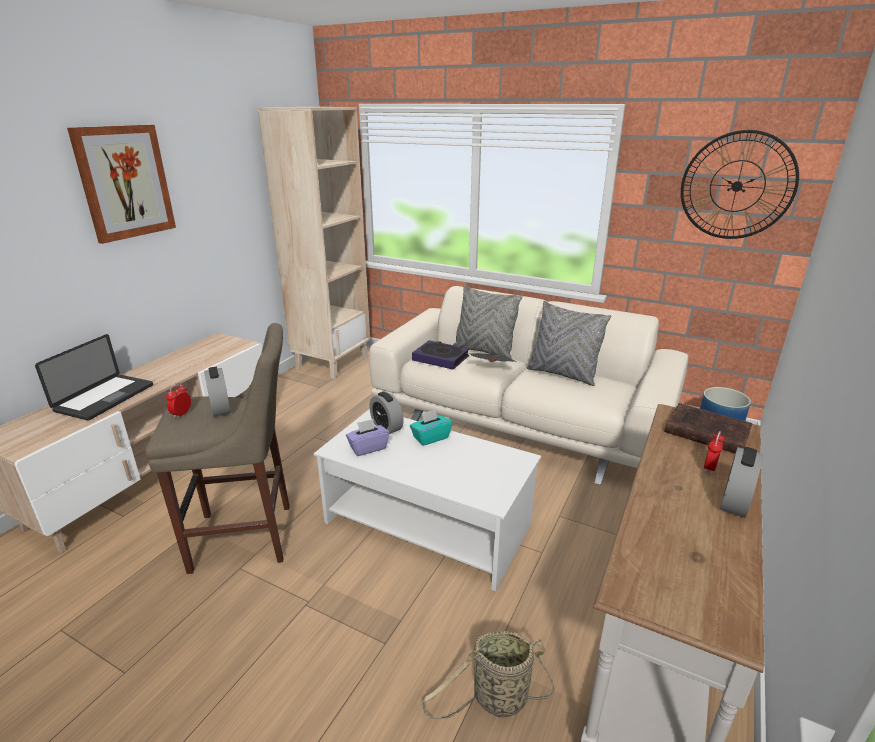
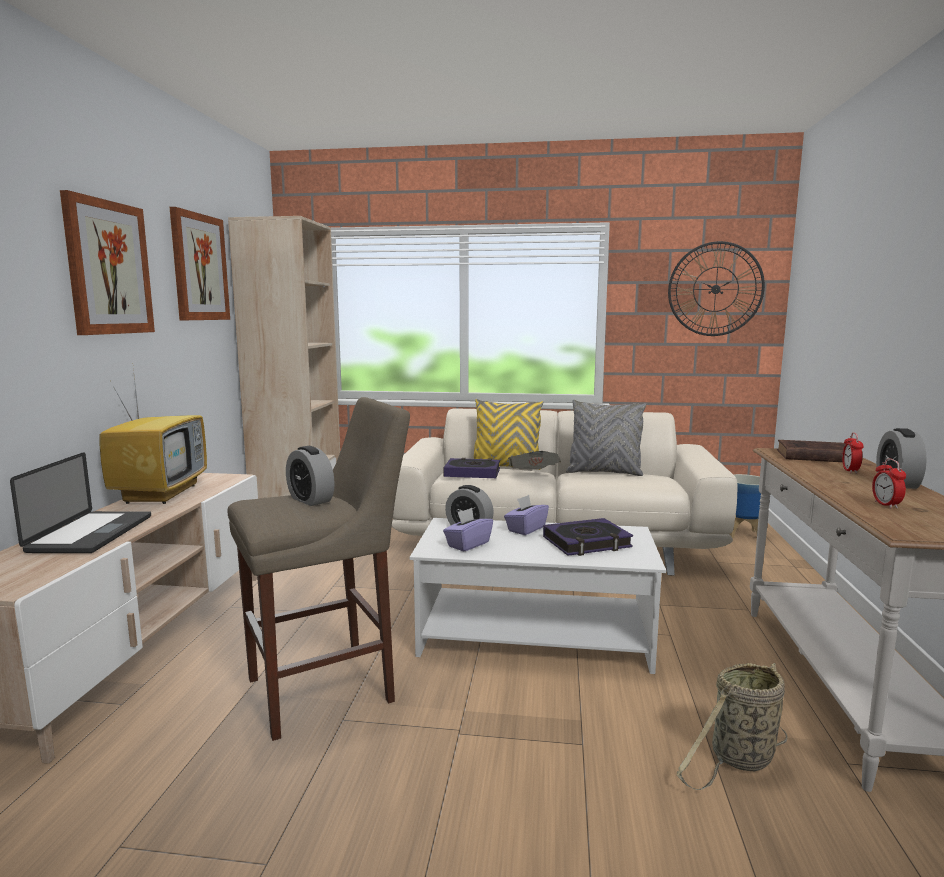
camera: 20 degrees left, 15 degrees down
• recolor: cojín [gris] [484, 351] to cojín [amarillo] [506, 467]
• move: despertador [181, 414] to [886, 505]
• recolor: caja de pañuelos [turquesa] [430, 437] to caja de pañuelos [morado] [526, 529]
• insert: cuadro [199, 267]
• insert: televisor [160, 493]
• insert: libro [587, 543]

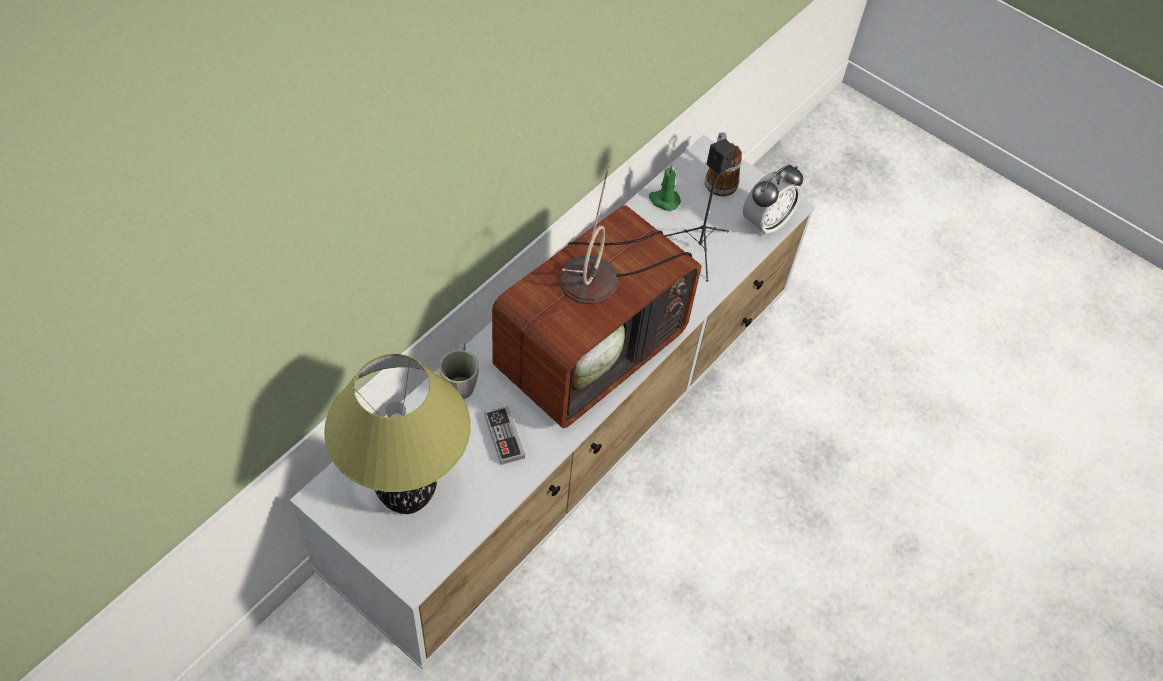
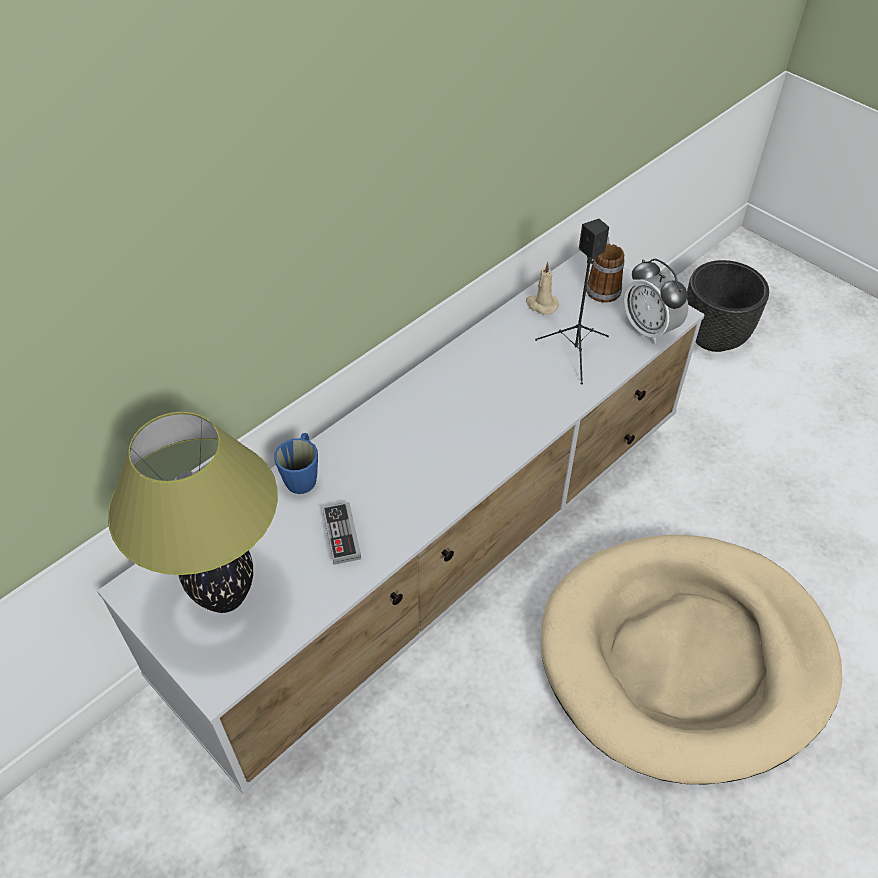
camera: 10 degrees right, 5 degrees down
• delete: televisor [590, 347]
• recolor: vela [verde] [663, 200] to vela [beis] [541, 304]
• rotate: despertador [766, 223] = [649, 329] 90 degrees clockwise
• recolor: taza grande [gris] [460, 381] to taza grande [azul] [302, 475]
• insert: maceta [negro] [714, 337]
• insert: cama para perro [beis] [685, 658]

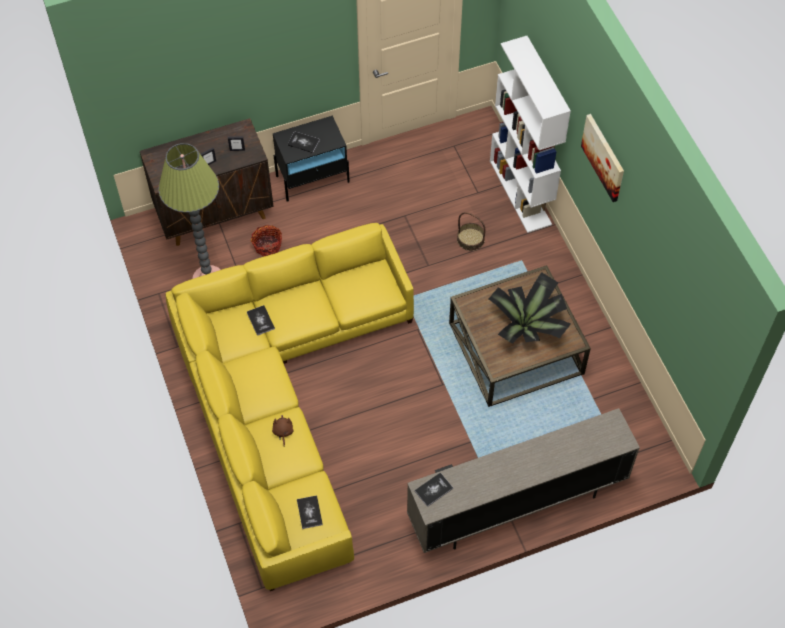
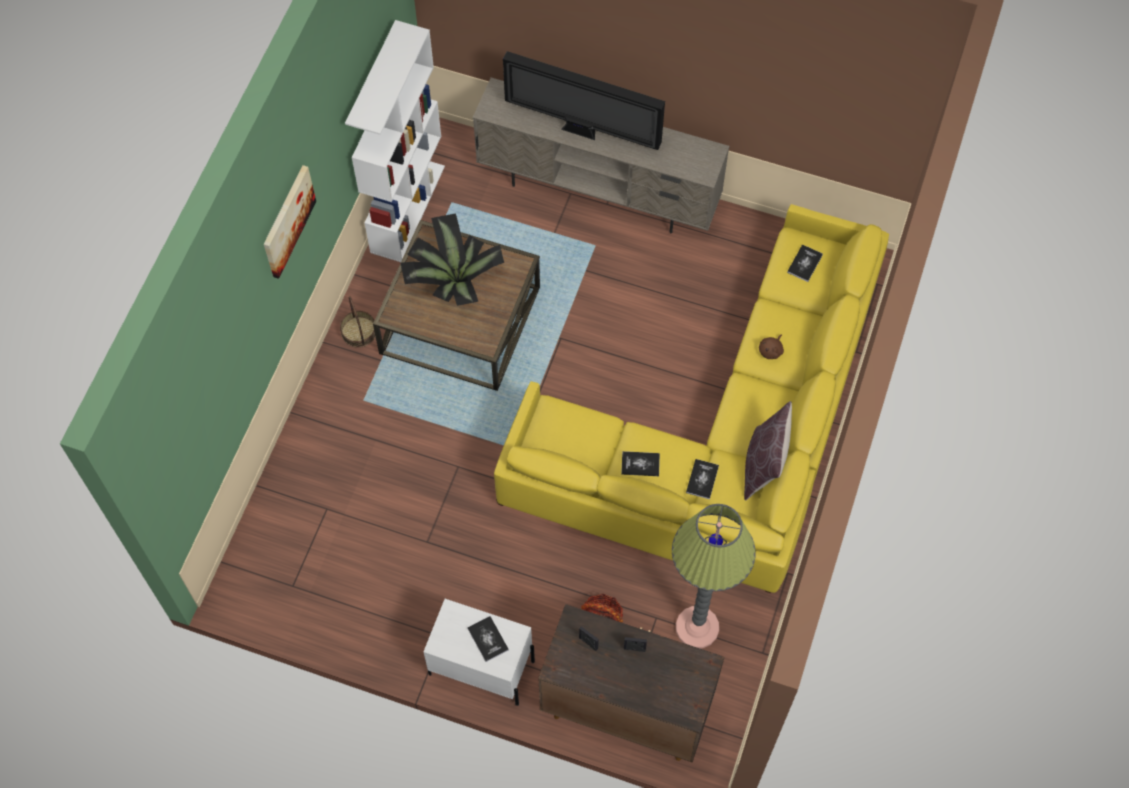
camera: 140 degrees left, 5 degrees up
• move: estantería [blanco] [521, 193] to [407, 208]
• recolor: mesita de noche [negro] [313, 179] to mesita de noche [blanco] [481, 667]
• move: cesta [470, 239] to [359, 332]
• move: libro [433, 490] to [640, 464]
• insert: televisor [582, 131]
• insert: cojín [marrón] [763, 465]

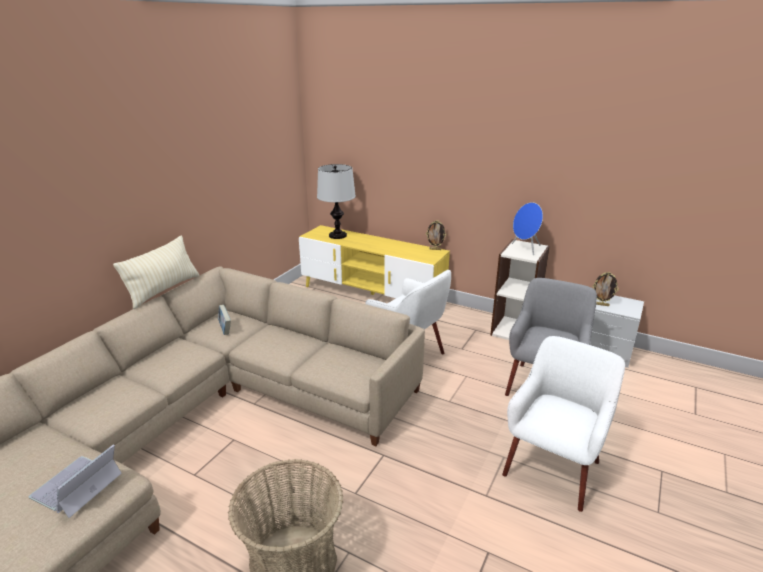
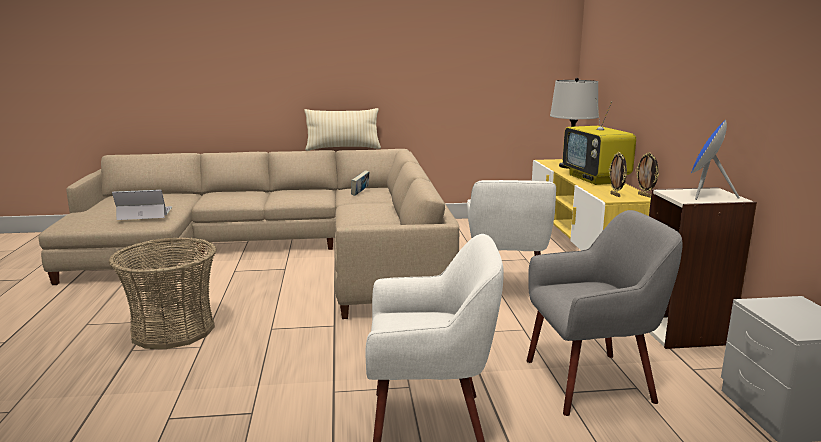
camera: 55 degrees right, 10 degrees down
• move: portarretratos [601, 304] to [616, 195]
• insert: televisor [596, 179]

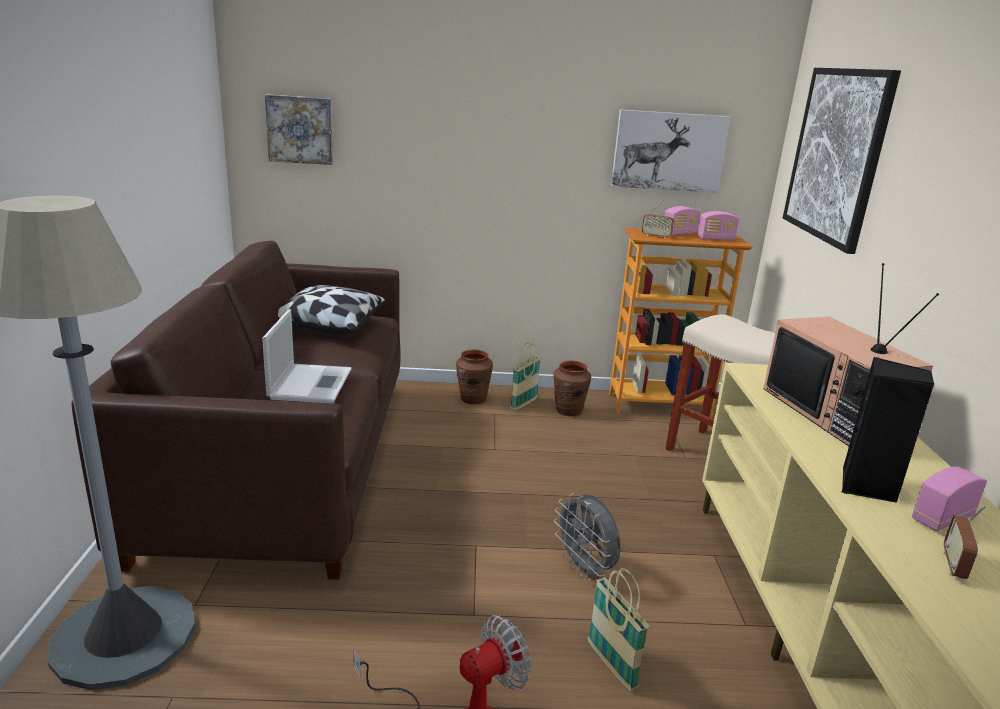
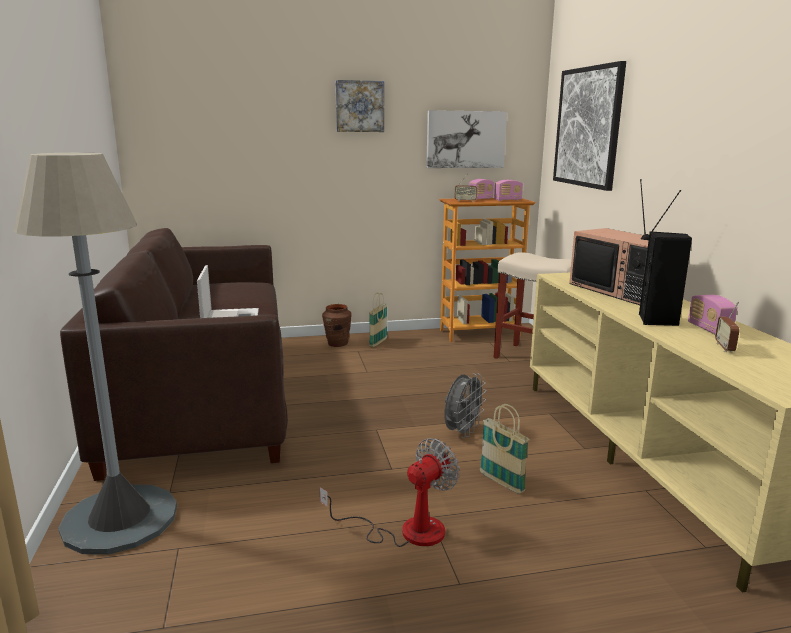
camera: 10 degrees left, 5 degrees down
• move: cuadro [300, 129] to [359, 106]
• delete: cojín [326, 326]
• delete: florero [marrón] [568, 411]
• rotate: radio [942, 518] = [709, 329] 60 degrees counterclockwise
• rotate: ventilador [gris] [585, 569] = [462, 432] 105 degrees counterclockwise

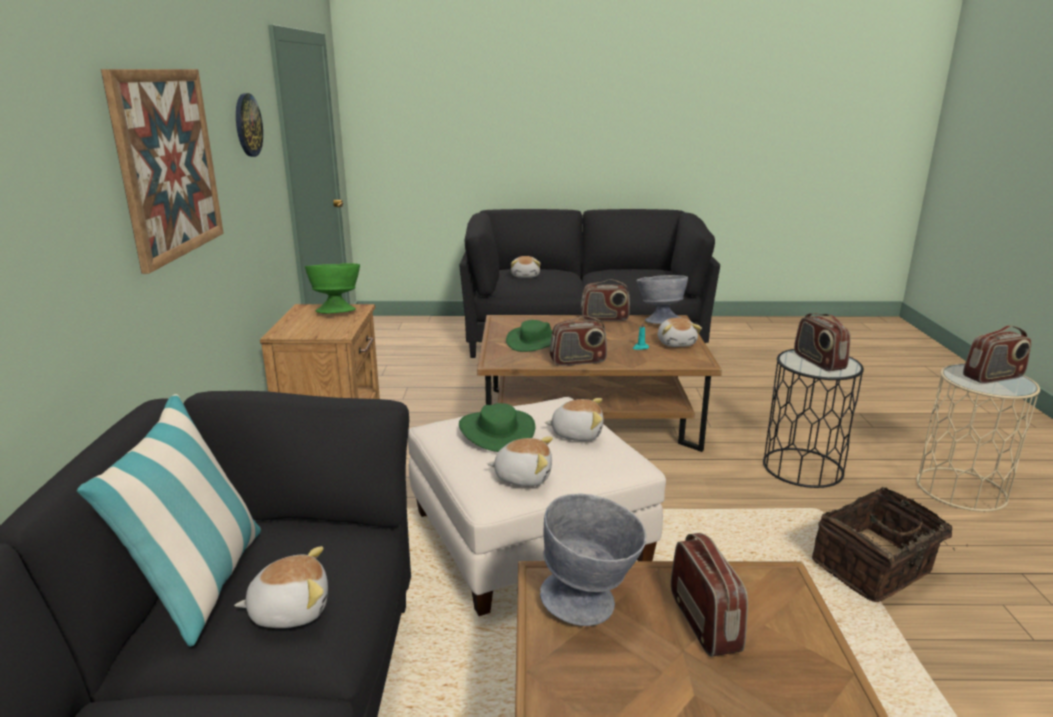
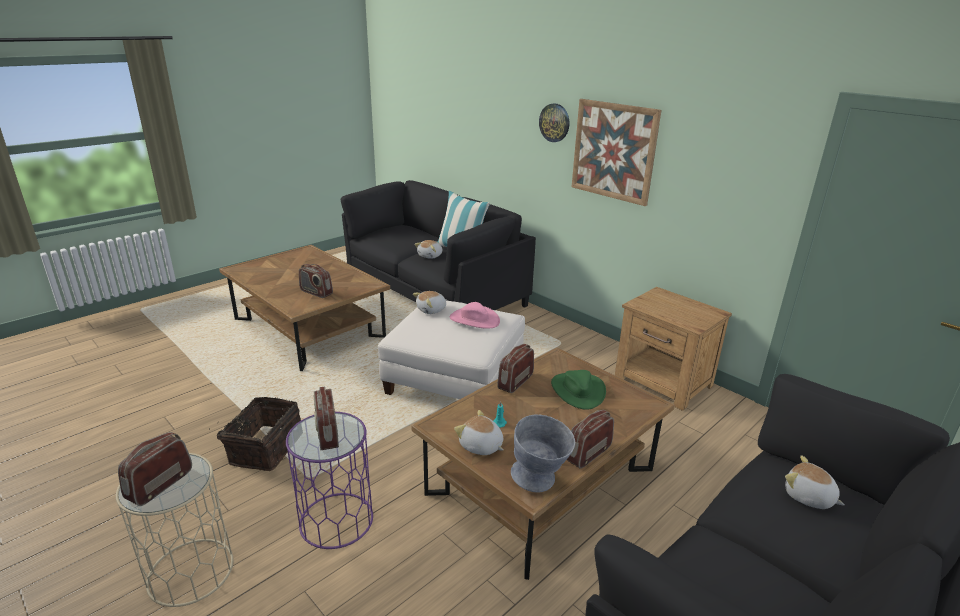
camera: 135 degrees right, 5 degrees up
• move: reloj de pared [247, 125] to [554, 122]
• delete: cuenco [verde] [337, 311]
• rotate: radio [818, 362] = [327, 434] 135 degrees counterclockwise
• recolor: mesa auxiliar [negro] [803, 468] to mesa auxiliar [morado] [336, 520]
• delete: peluche [577, 433]
• recolor: sombrero [verde] [497, 431] to sombrero [rosa] [474, 320]
• delete: cuenco [gris] [591, 604]

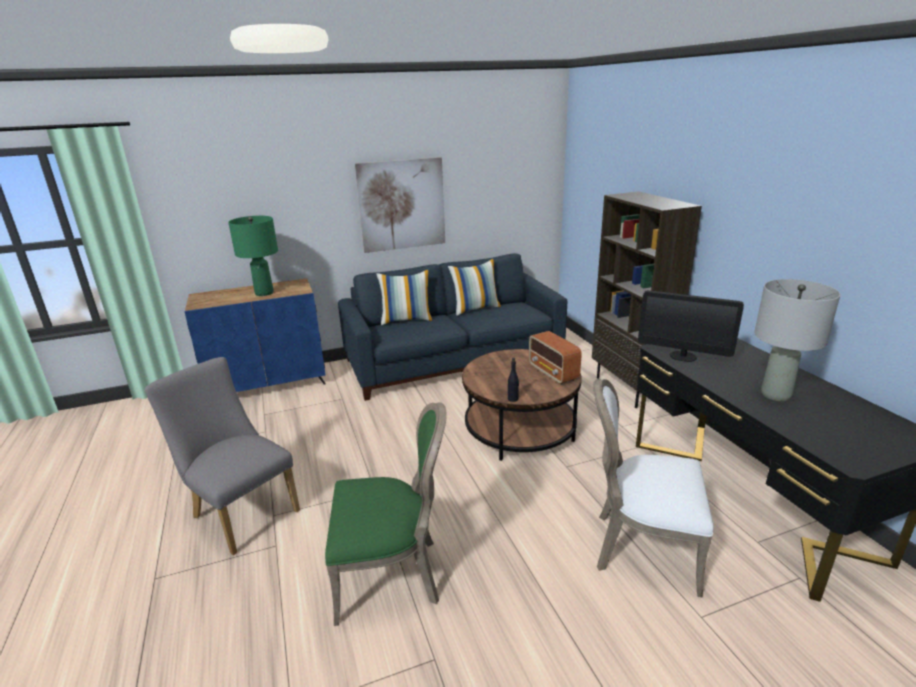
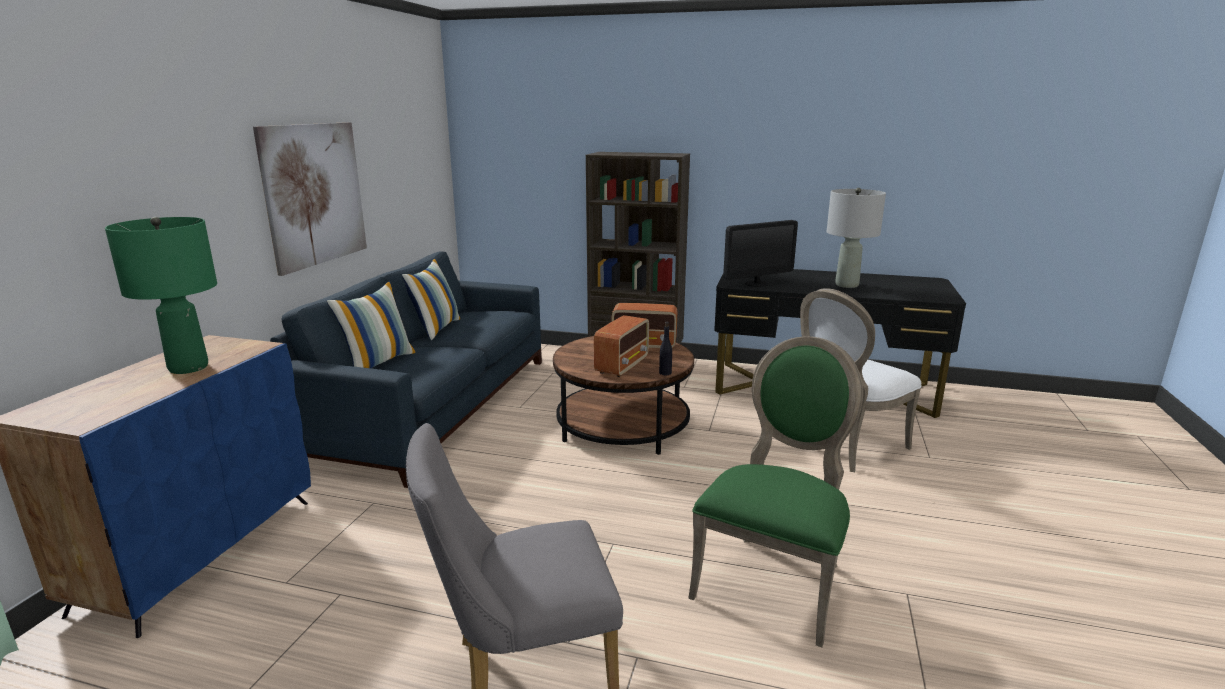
camera: 55 degrees left, 5 degrees down
• insert: radio [622, 365]

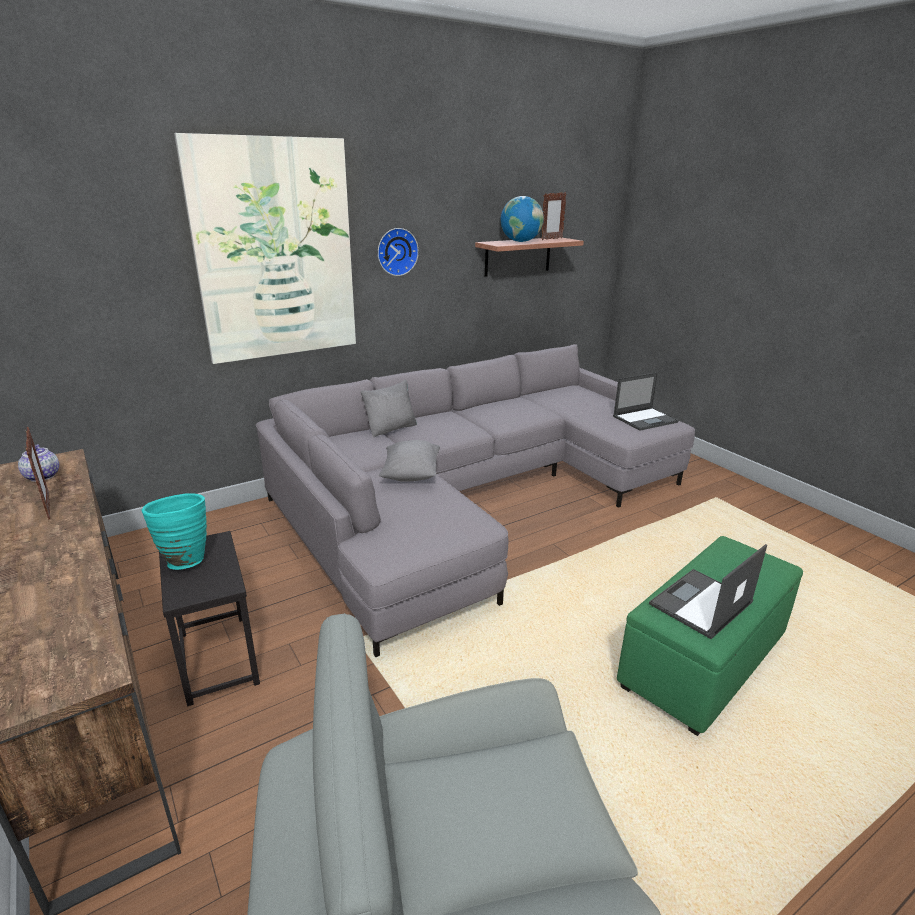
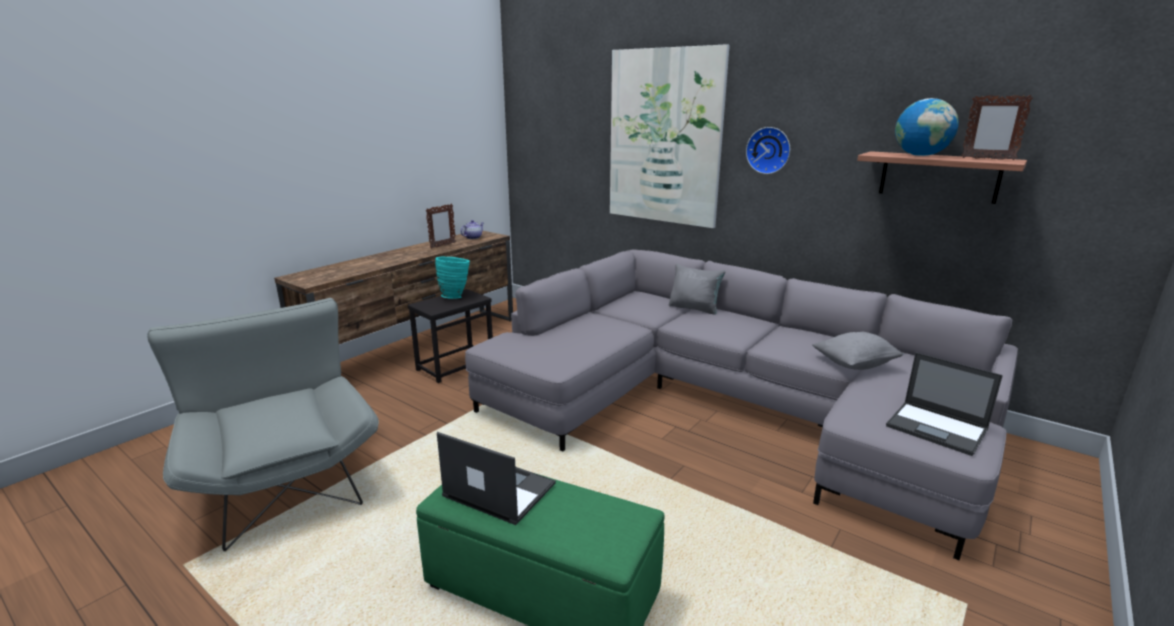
camera: 70 degrees right, 5 degrees down
• move: cojín [gris] [411, 475] to [854, 364]

